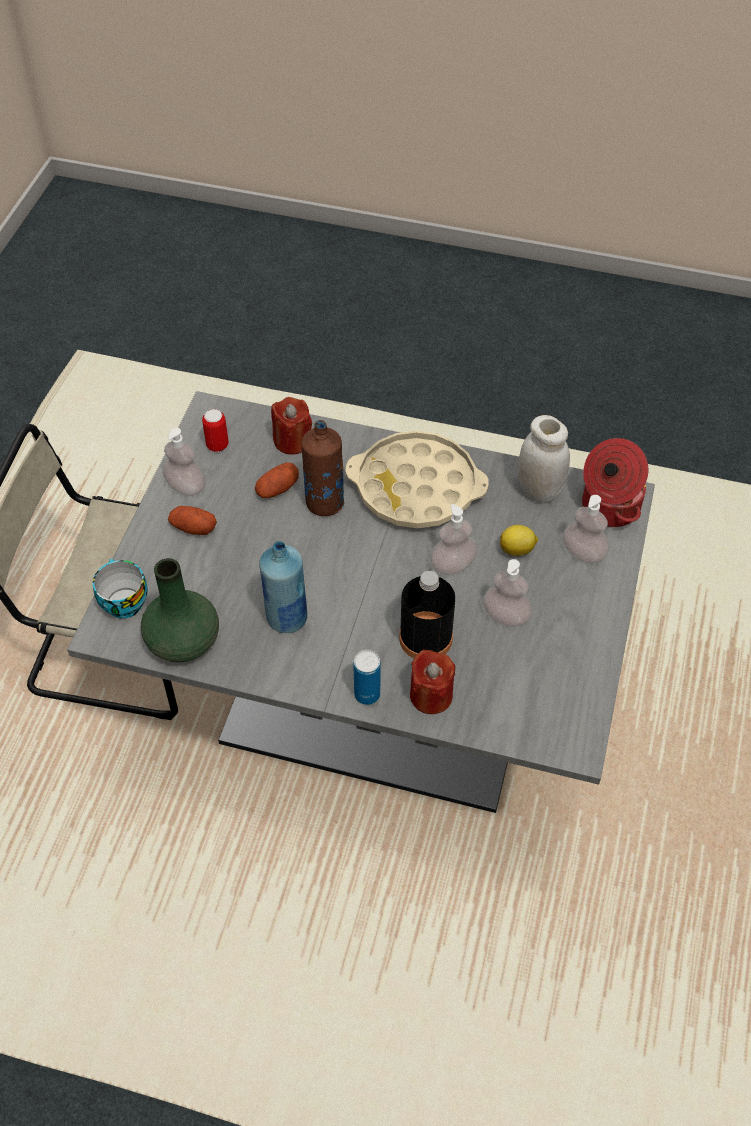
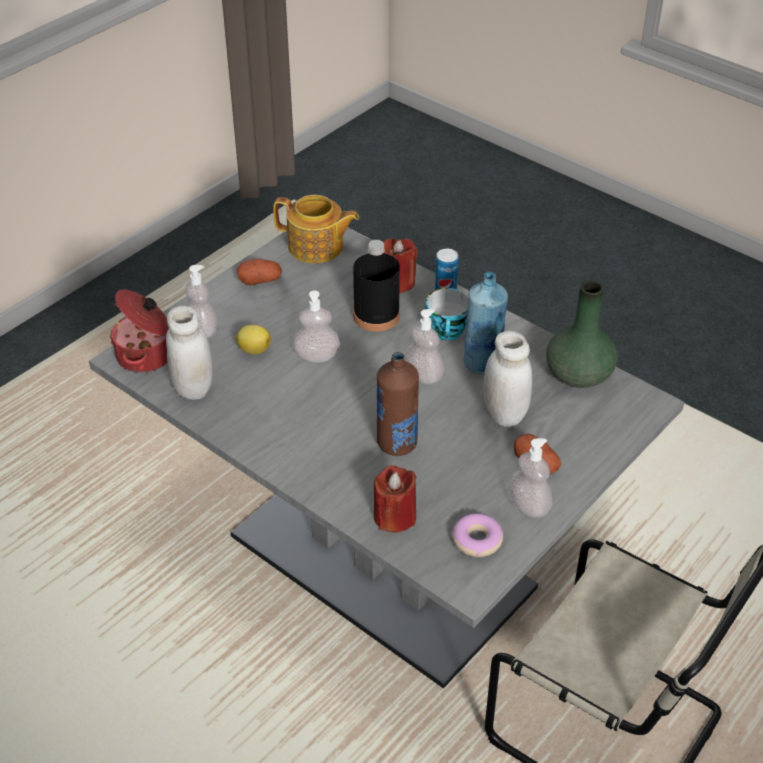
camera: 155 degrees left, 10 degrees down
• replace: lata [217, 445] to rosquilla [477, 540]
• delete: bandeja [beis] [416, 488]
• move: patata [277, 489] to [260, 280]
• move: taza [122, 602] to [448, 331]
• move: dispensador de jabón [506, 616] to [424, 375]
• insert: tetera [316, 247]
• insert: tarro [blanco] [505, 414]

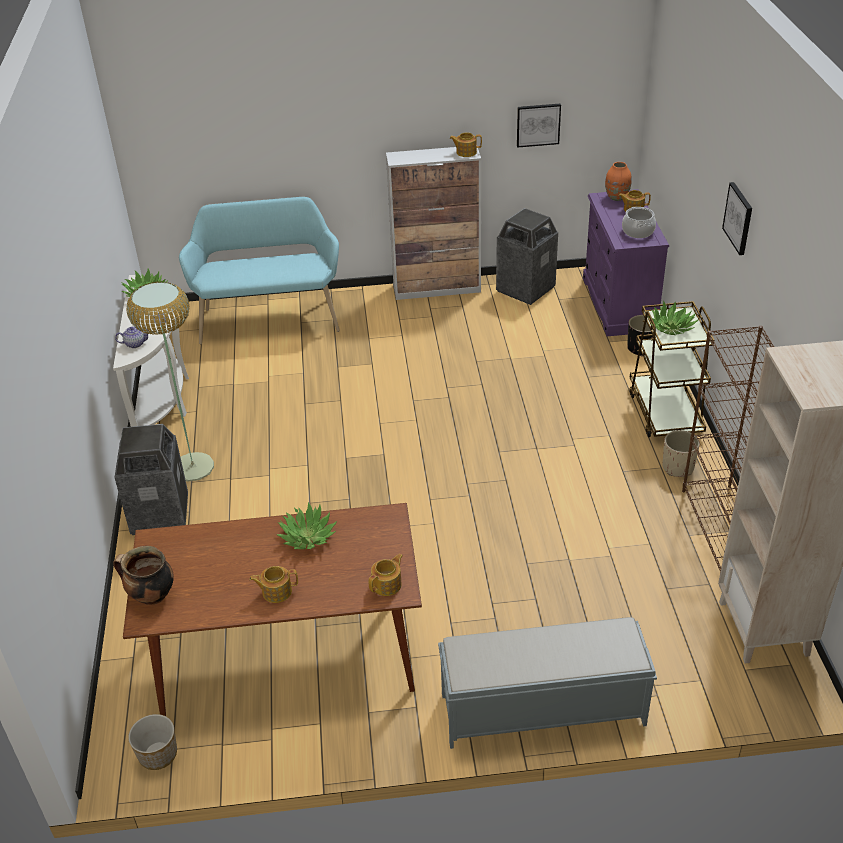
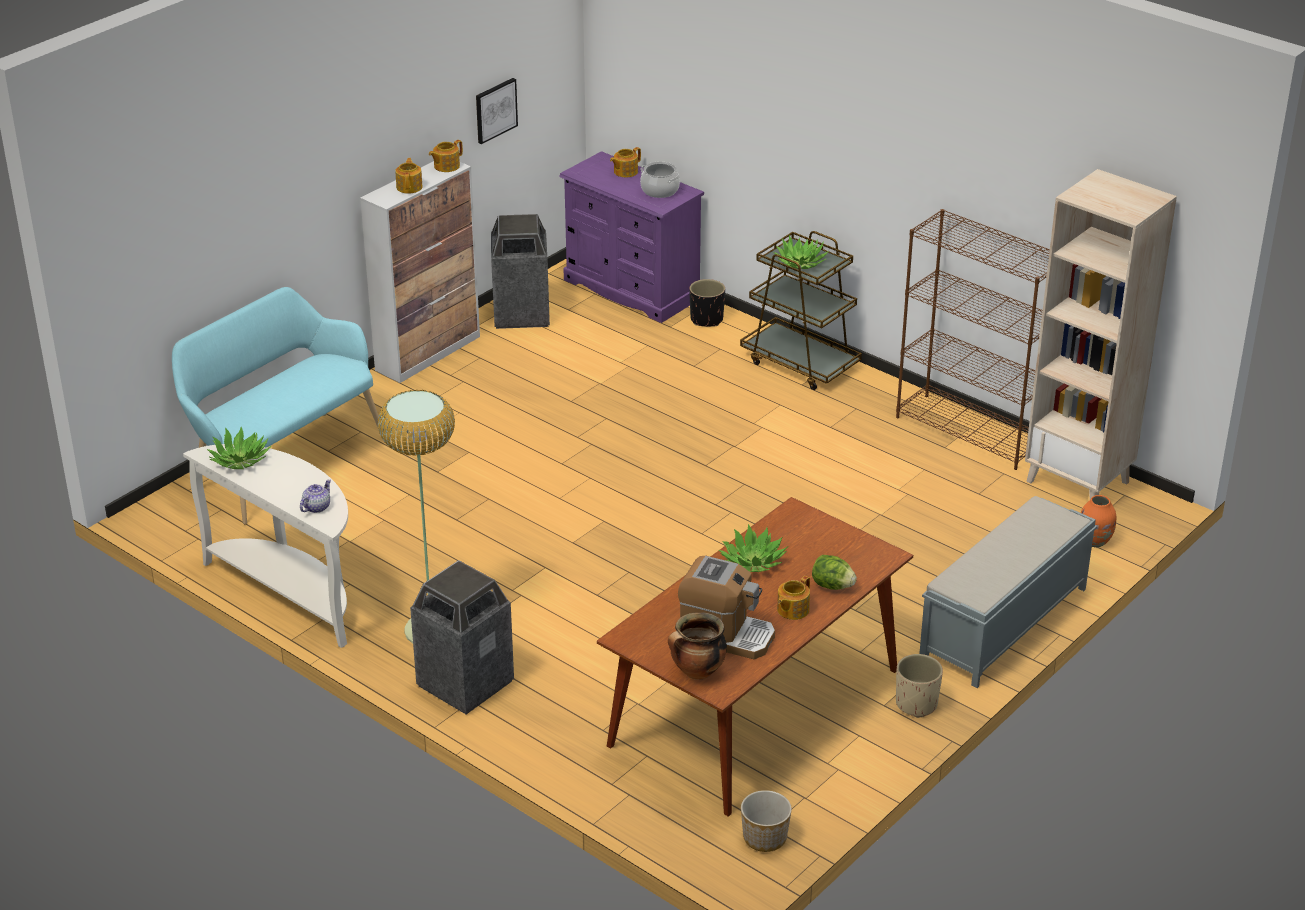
camera: 45 degrees left, 5 degrees down
• move: florero [naranja] [617, 197] to [1095, 541]
• delete: cuadro [739, 218]
• move: maceta [beis] [678, 467] to [917, 704]
• move: tetera [387, 584] to [409, 187]
• insert: lechuga [832, 586]
• insert: cafetera [726, 635]

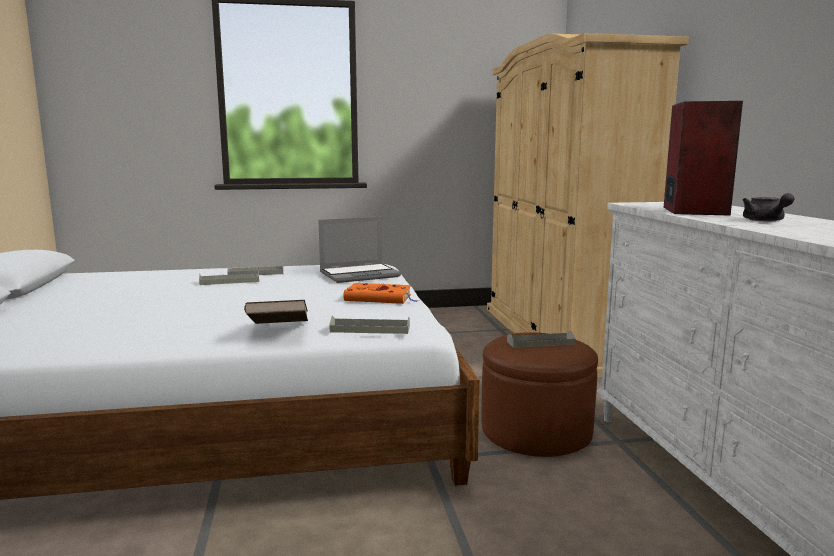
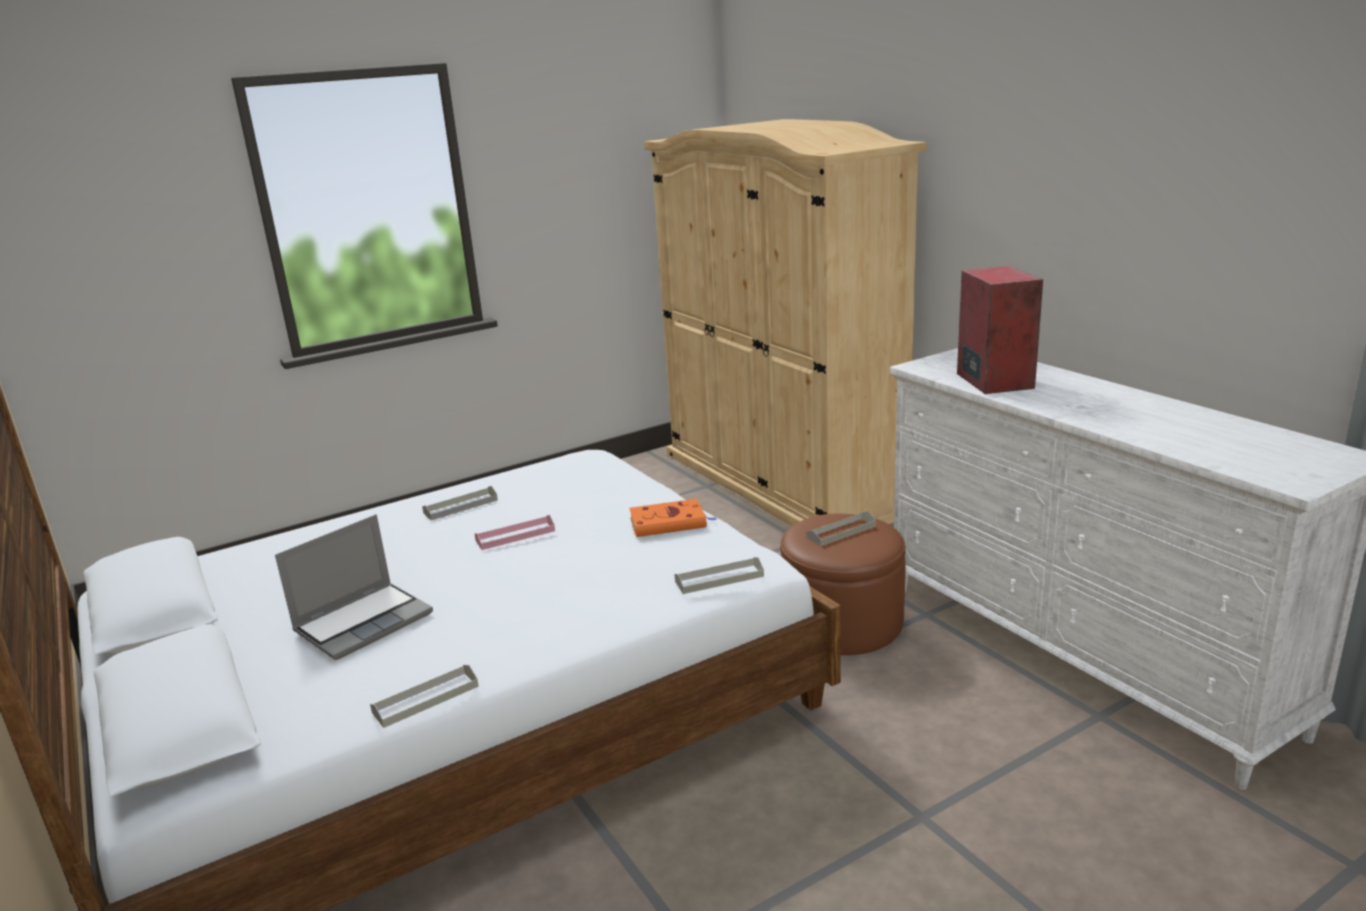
camera: 20 degrees left, 10 degrees up
• delete: tetera [gris] [765, 221]
• move: portátil [360, 274] to [364, 621]
• move: bandeja [gris] [229, 281] to [426, 699]
• delete: libro [marrón] [278, 330]
• insert: bandeja [rosa] [515, 536]

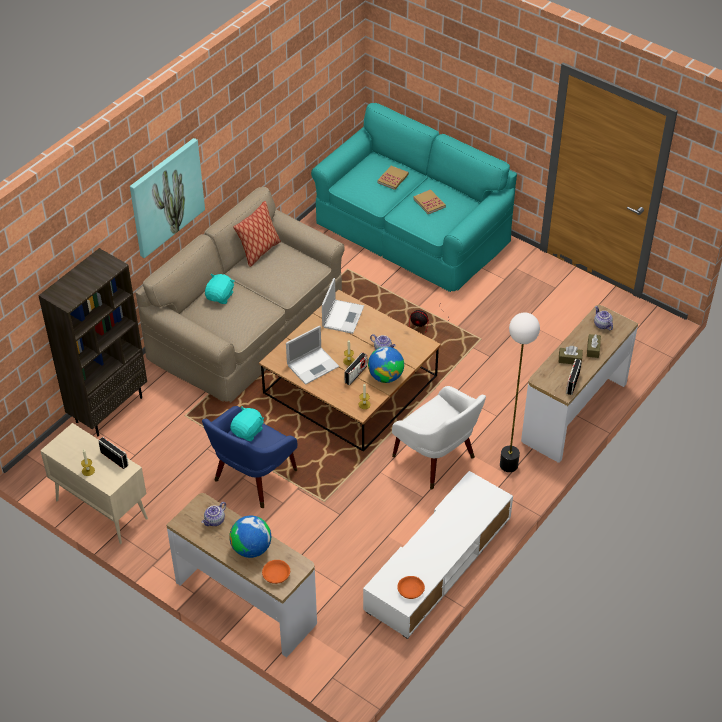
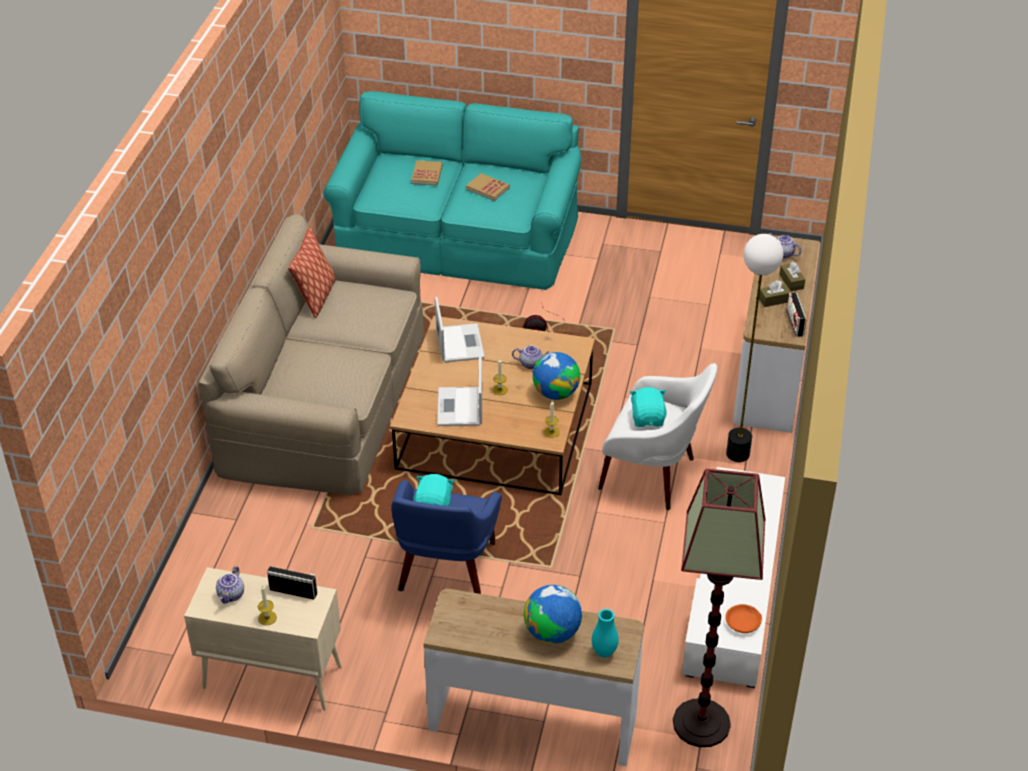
camera: 25 degrees left, 5 degrees down
• delete: cuadro [166, 197]
• delete: estantería [marrón] [109, 409]
• move: peluche [turquesa] [220, 296] to [648, 418]
• rotate: portátil [313, 365] = [460, 408] 150 degrees clockwise
• delete: radio [355, 374]
• move: tetera [215, 521] to [231, 595]
• replace: cuenco [naranja] [276, 575] to florero [turquesa] [604, 652]
• insert: lámpara de pie [700, 723]

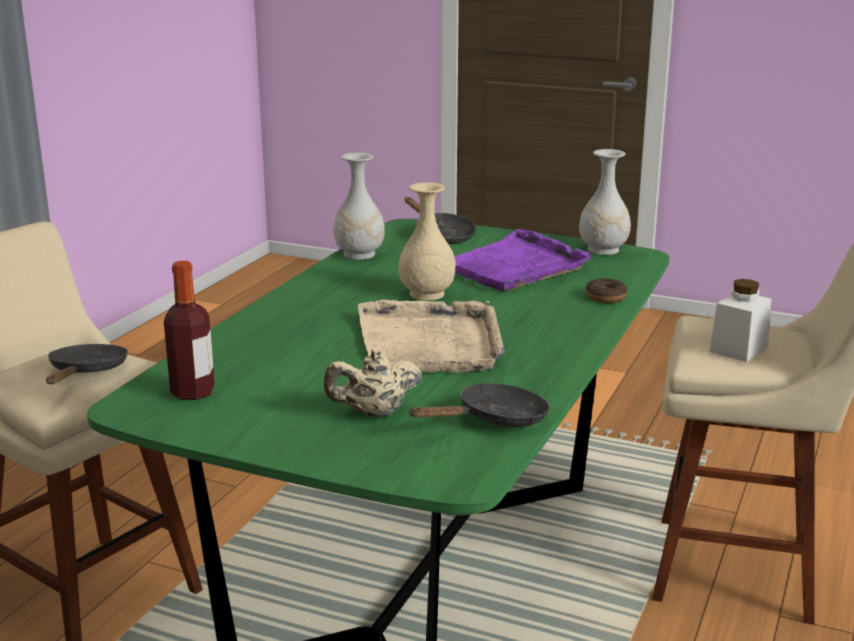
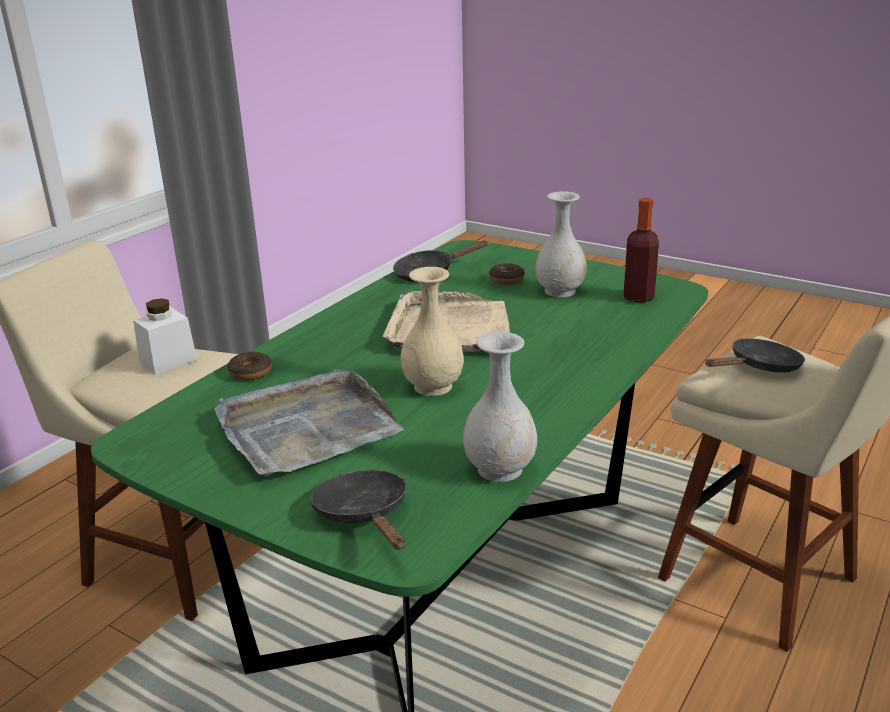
camera: 170 degrees left, 5 degrees up
• move: florero [blanco] [602, 250] to [560, 291]
• recolor: bandeja [morado] [515, 267] to bandeja [gris] [306, 428]
• rotate: sartén [negro] [86, 372] = [760, 367] 135 degrees counterclockwise
• replace: tetera [beis] [374, 413] to rosquilla [507, 279]

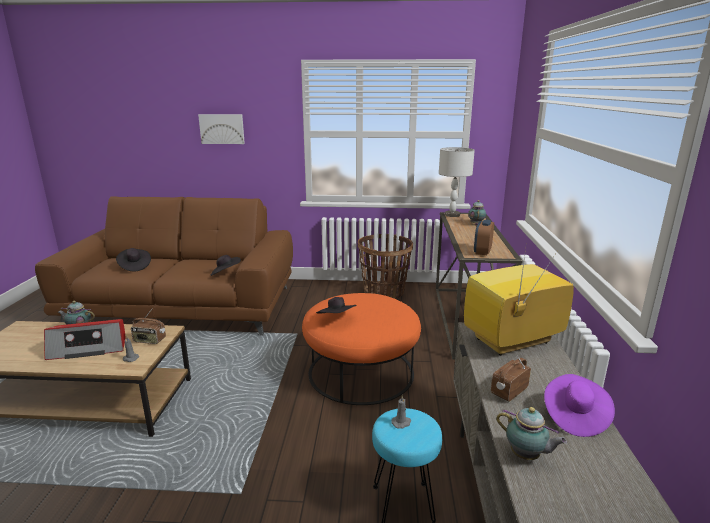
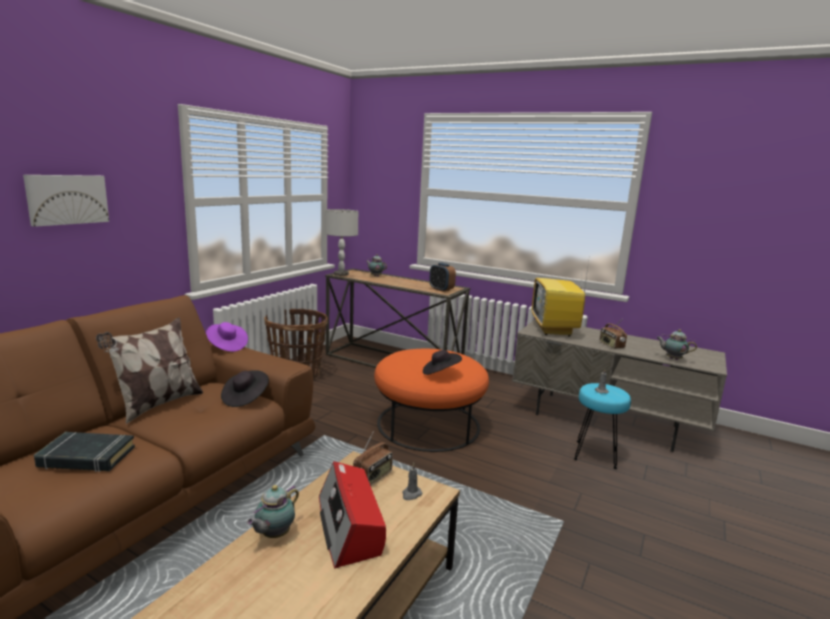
camera: 65 degrees left, 5 degrees down
• replace: sombrero [negro] [134, 266] to libro [negro] [86, 457]
• rotate: radio [89, 348] = [350, 526] 150 degrees clockwise
• move: sombrero [morado] [574, 417] to [227, 346]
• rotate: tetera [526, 456] = [672, 358] 120 degrees counterclockwise
• insert: cojín [157, 404]

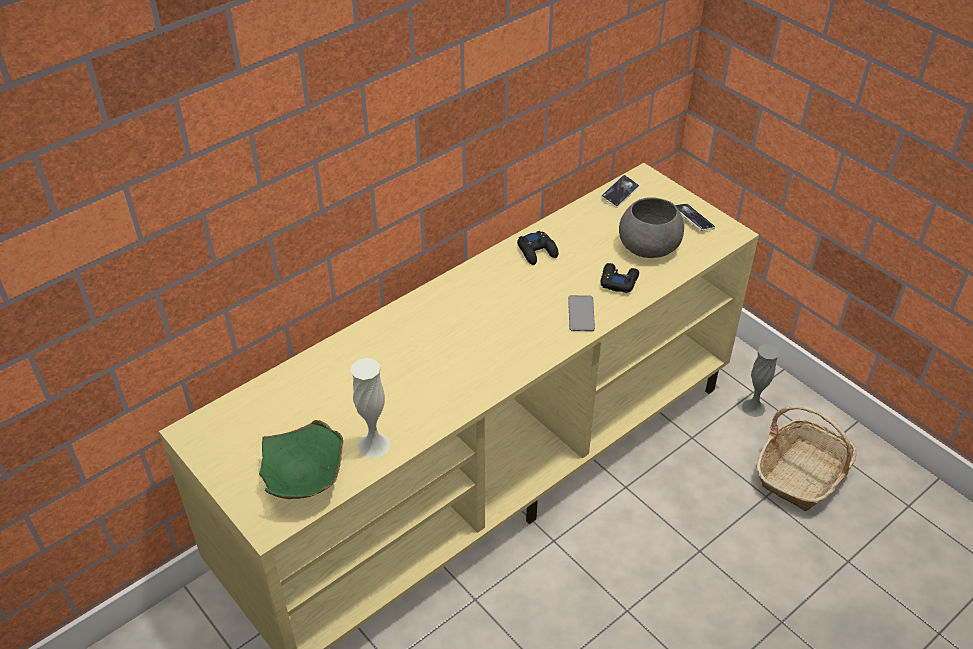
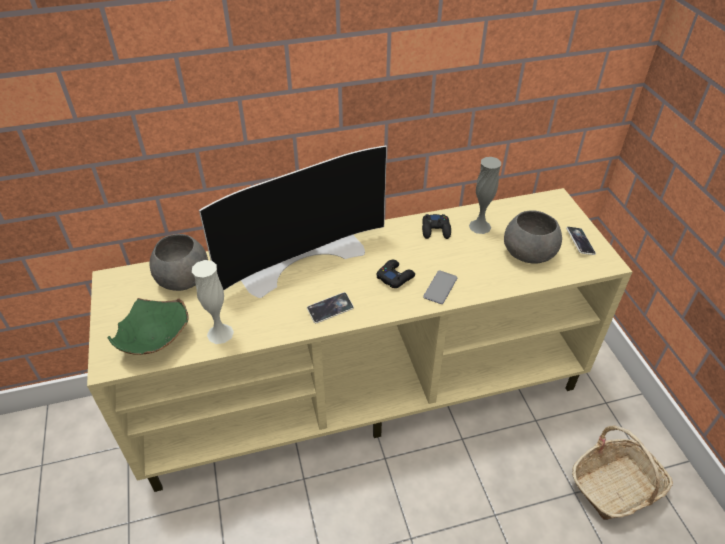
camera: 25 degrees right, 0 degrees up
• move: móvil [620, 193] to [330, 309]
• move: mando de consola [negro] [618, 281] to [395, 277]
• move: florero [gris] [753, 408] to [480, 226]
• insert: televisor [301, 258]
• insert: cuenco [gris] [183, 279]

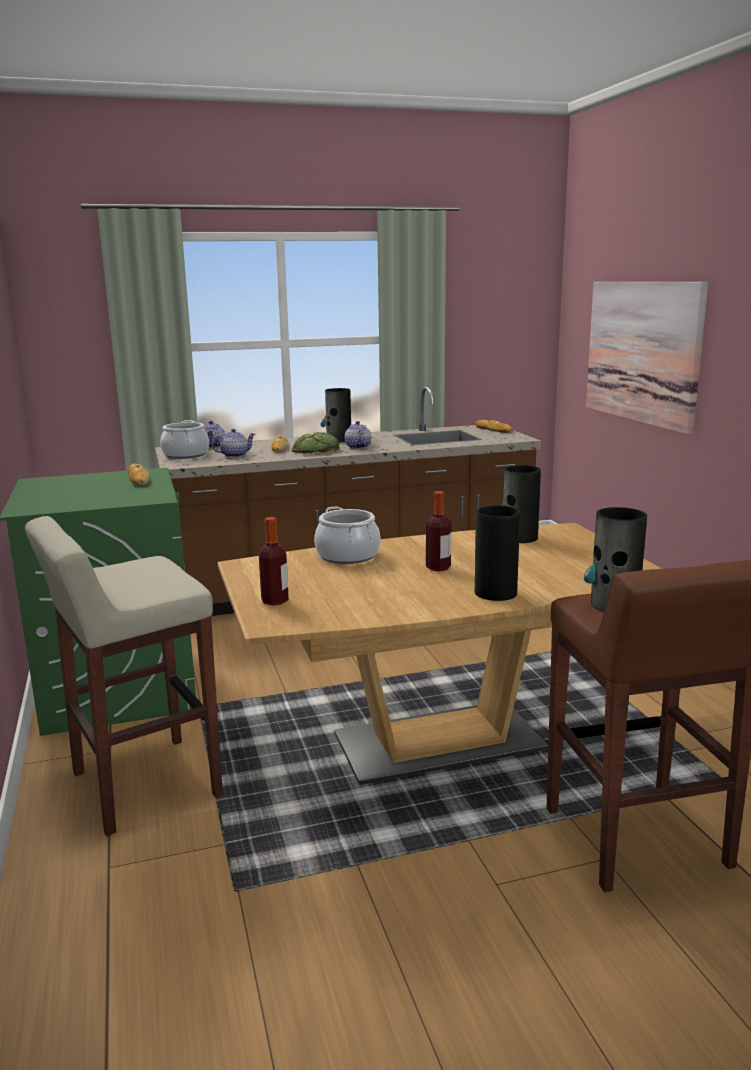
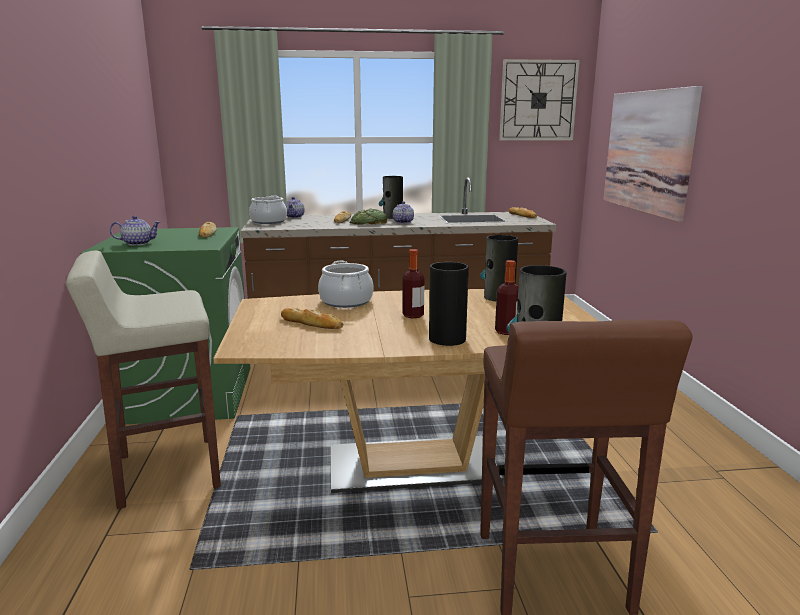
camera: 10 degrees right, 0 degrees up
• move: tetera [235, 455] to [138, 243]
• move: botella [275, 601] to [506, 332]
• insert: reloj de pared [538, 100]
• insert: pan [311, 323]

